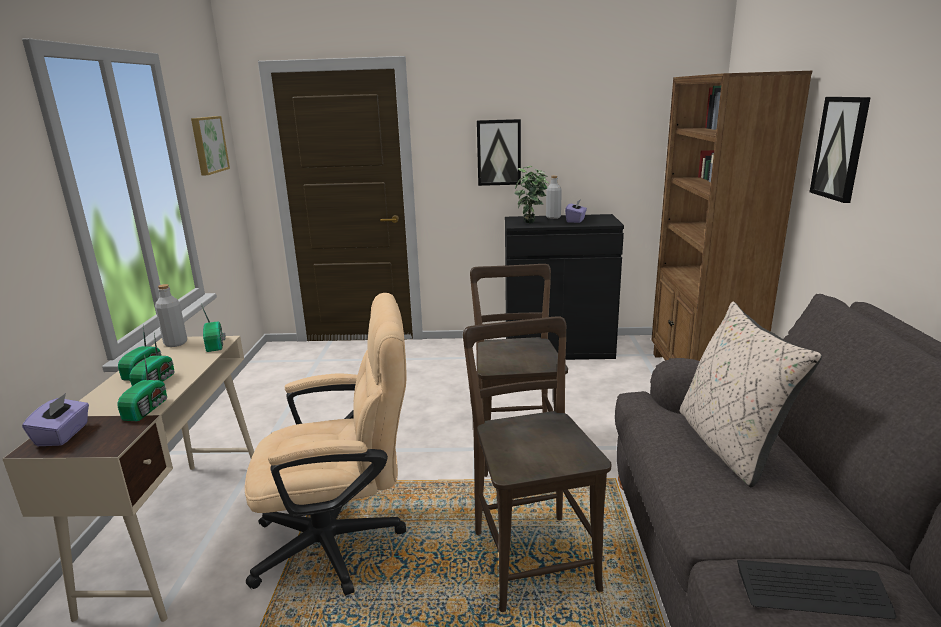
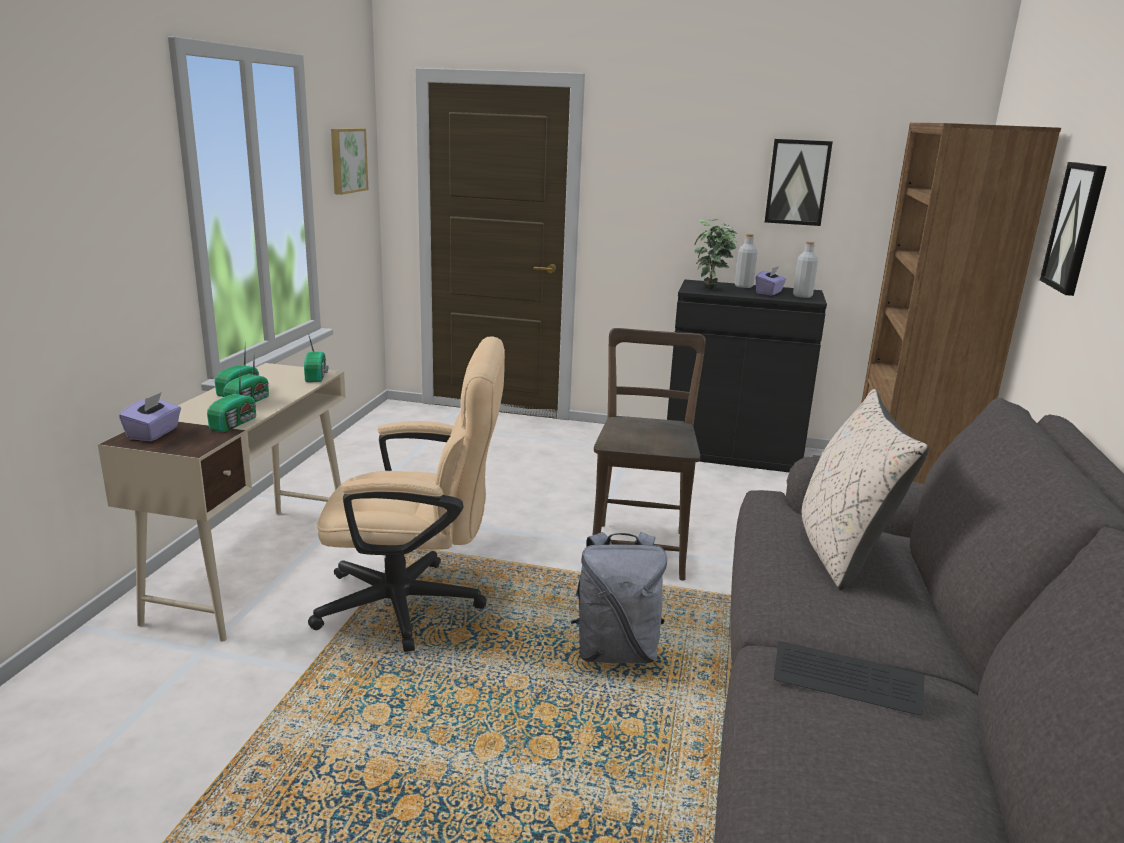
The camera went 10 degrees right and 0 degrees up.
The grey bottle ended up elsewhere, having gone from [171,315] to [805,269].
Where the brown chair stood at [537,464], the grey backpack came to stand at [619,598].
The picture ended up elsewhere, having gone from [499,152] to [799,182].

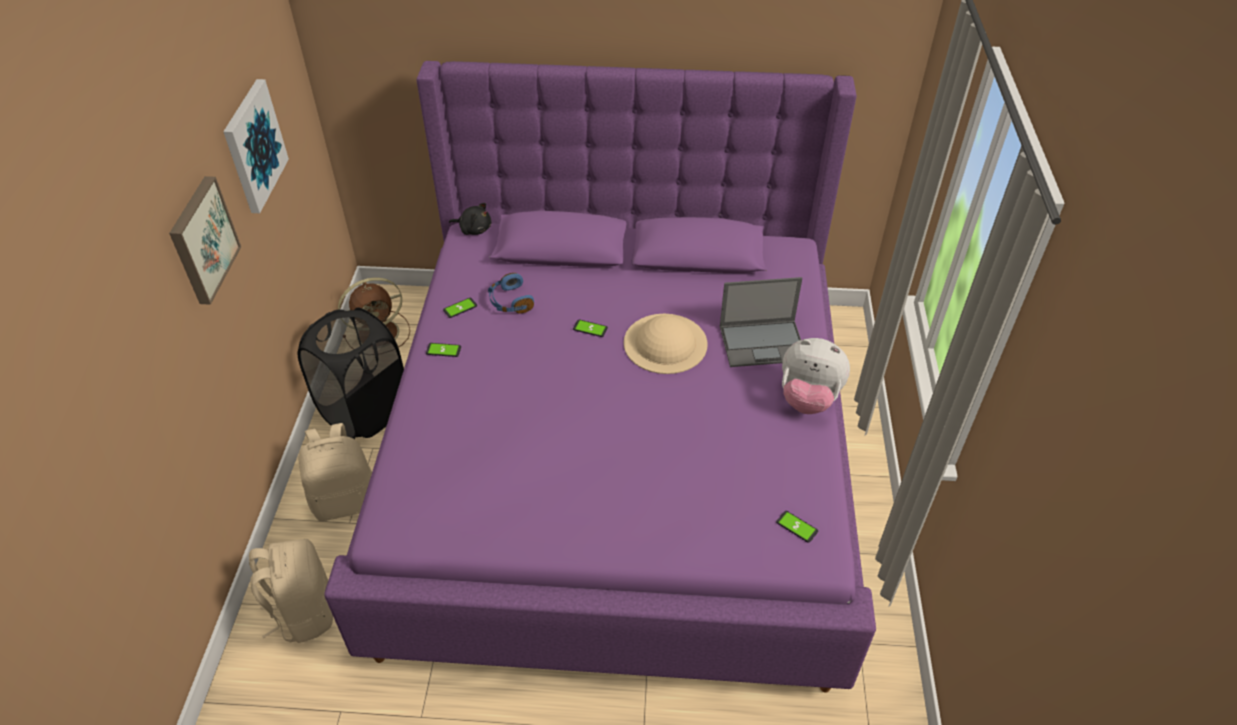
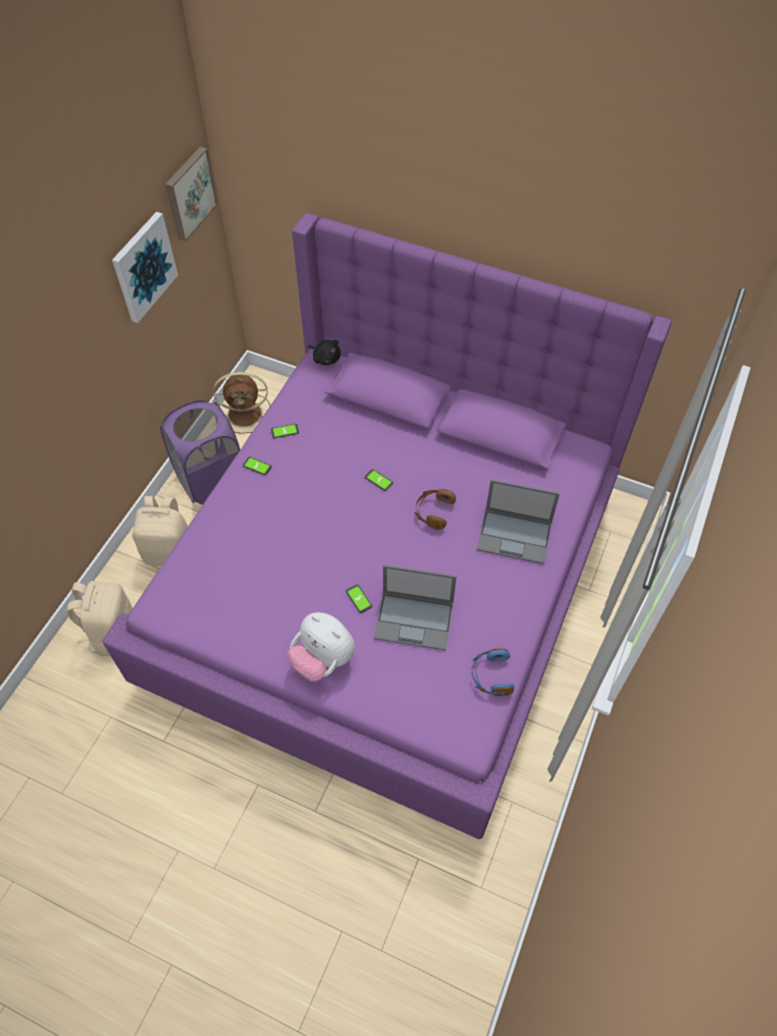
The camera went 20 degrees right and 10 degrees up.
The picture ended up elsewhere, having gone from [205,240] to [191,194].
What was the black laundry basket at [351,373] turned into the purple laundry basket at [200,452].
The blue headphones ended up elsewhere, having gone from [511,293] to [493,672].
Where the beige hat stood at [666,344], the brown headphones came to stand at [435,509].
The phone ended up elsewhere, having gone from [797,527] to [359,599].
The plush toy ended up elsewhere, having gone from [816,376] to [321,647].
The second view gained the laptop at [415,607].

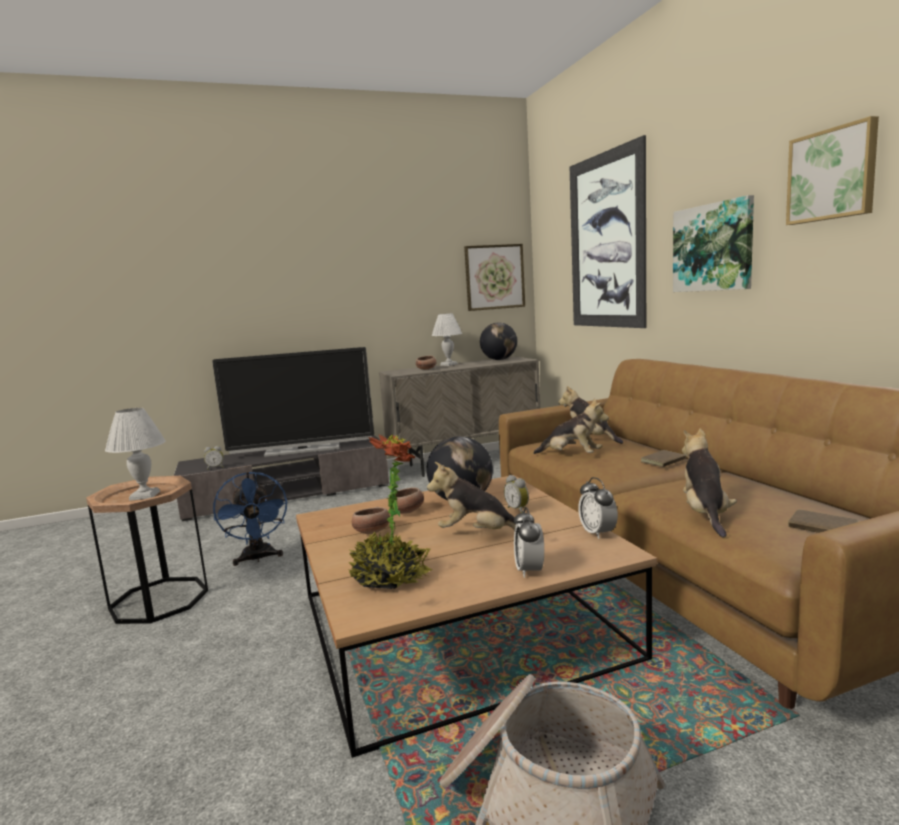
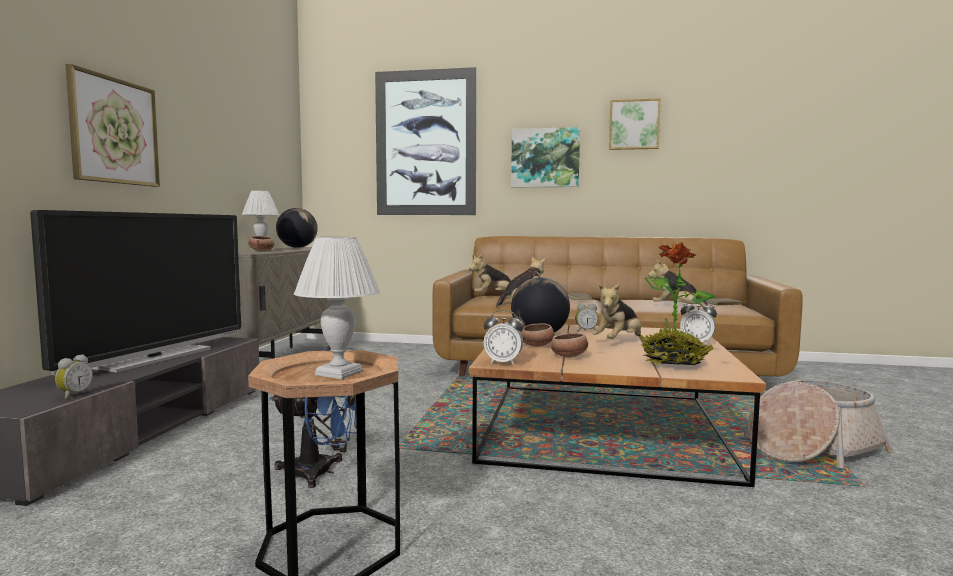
The camera went 60 degrees left and 5 degrees down.
The picture ended up elsewhere, having gone from [494,277] to [113,125].
The alarm clock ended up elsewhere, having gone from [598,508] to [503,337].

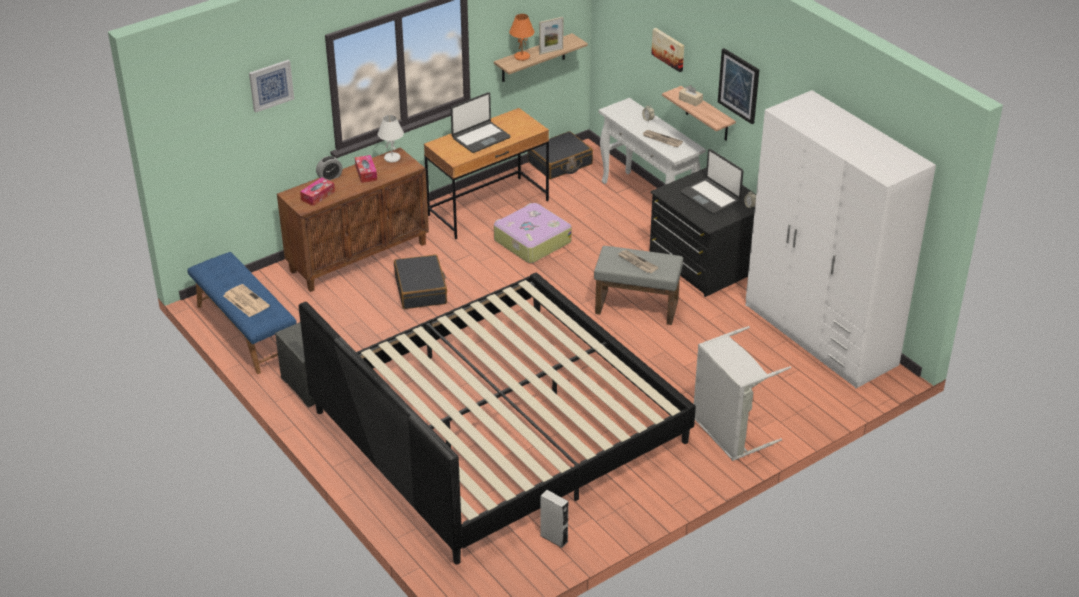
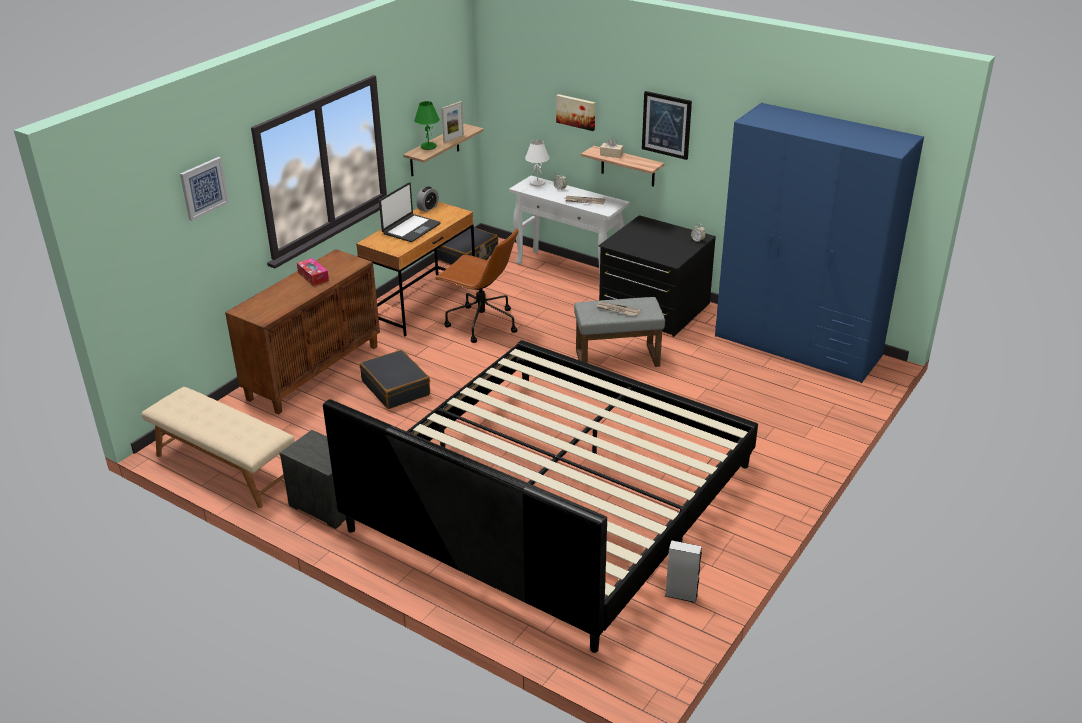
The camera went 20 degrees left and 5 degrees down.
What was the blue bench at [242,313] turned into the beige bench at [217,447].
The second view lost the newspaper at [246,300].
The second view lost the tissue box at [317,191].
The alarm clock ended up elsewhere, having gone from [329,168] to [427,199].
The white table lamp ended up elsewhere, having gone from [391,139] to [537,163].
Where the suitcase stood at [533,233], the brown office chair came to stand at [476,285].
What was the orange table lamp at [522,37] turned into the green table lamp at [427,125].
The second view lost the laptop at [712,181].
The second view lost the grey laundry basket at [742,393].
What was the white wardrobe at [841,239] turned into the blue wardrobe at [819,243].

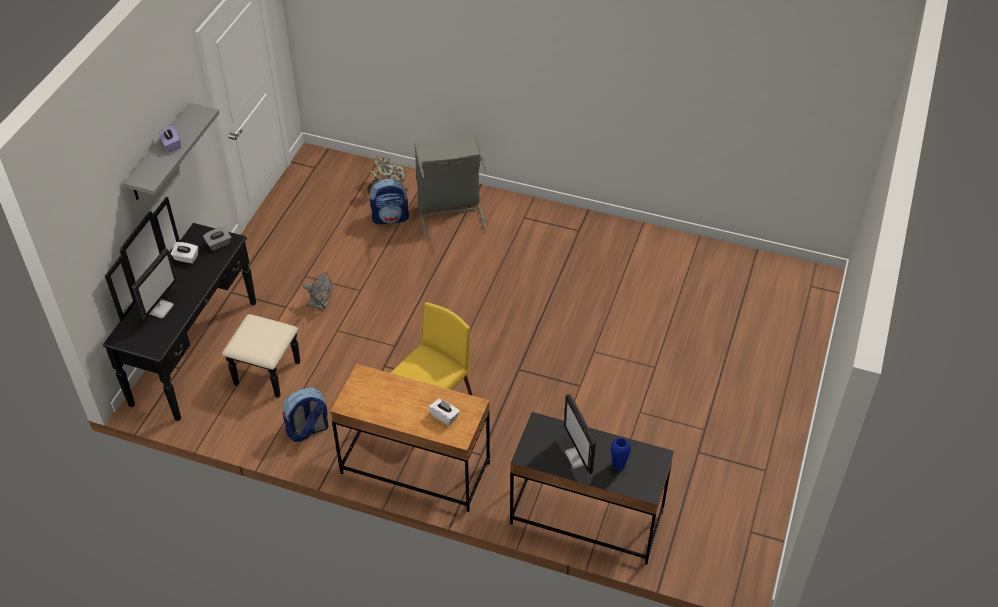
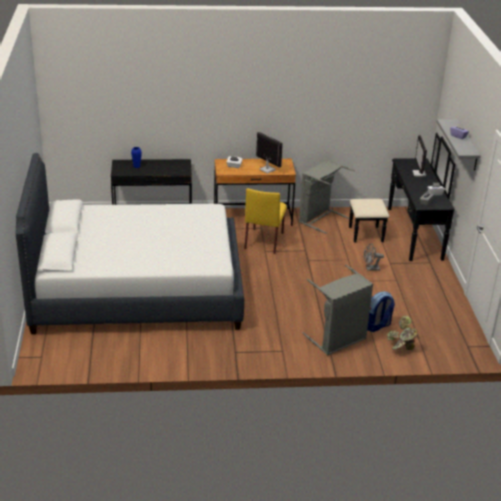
The camera went 155 degrees right and 15 degrees down.
Where the backpack stood at [305,414], the grey laundry basket came to stand at [327,196].
The monitor ended up elsewhere, having gone from [580,434] to [269,152].
The second view gained the white bed at [130,243].

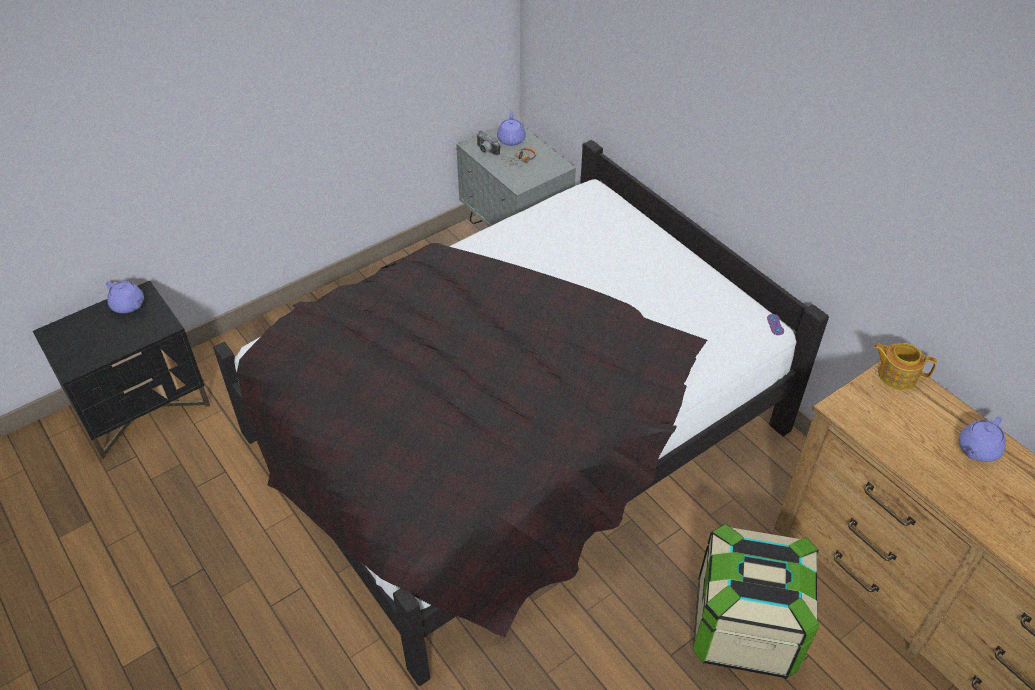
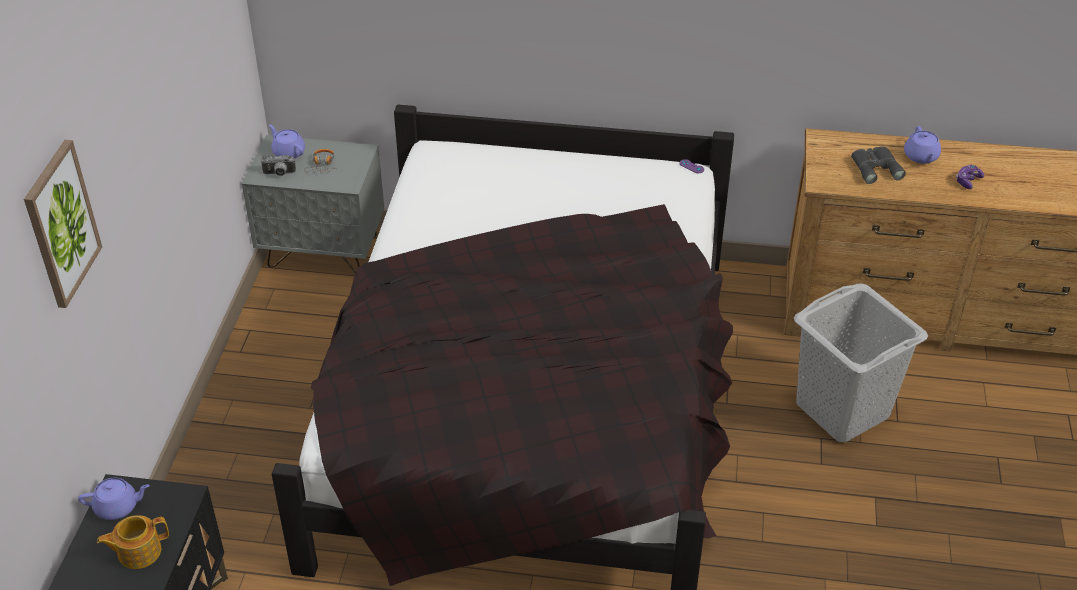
The camera went 45 degrees left and 5 degrees down.
Where the storage box stood at [755,601], the grey laundry basket came to stand at [861,363].
The teapot ended up elsewhere, having gone from [905,366] to [133,542].
The second view gained the picture at [63,224].
The second view gained the grey binoculars at [878,165].
The second view gained the game controller at [970,177].

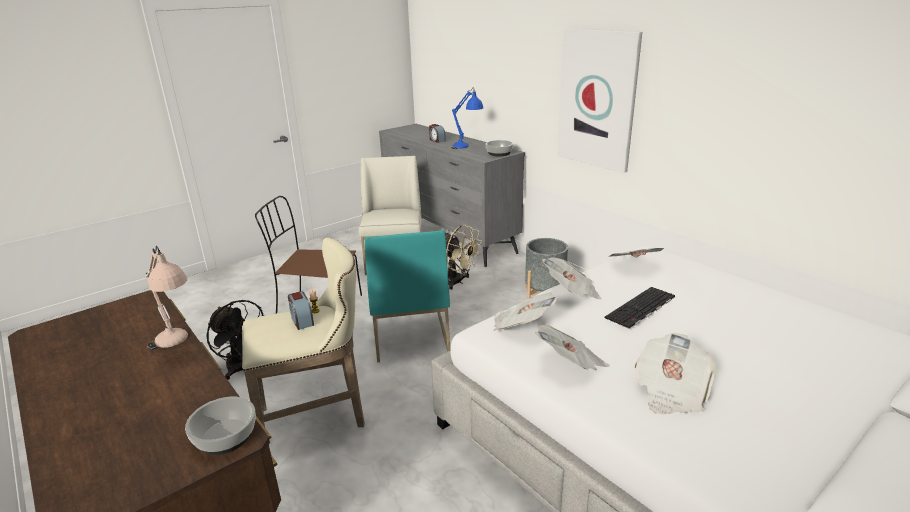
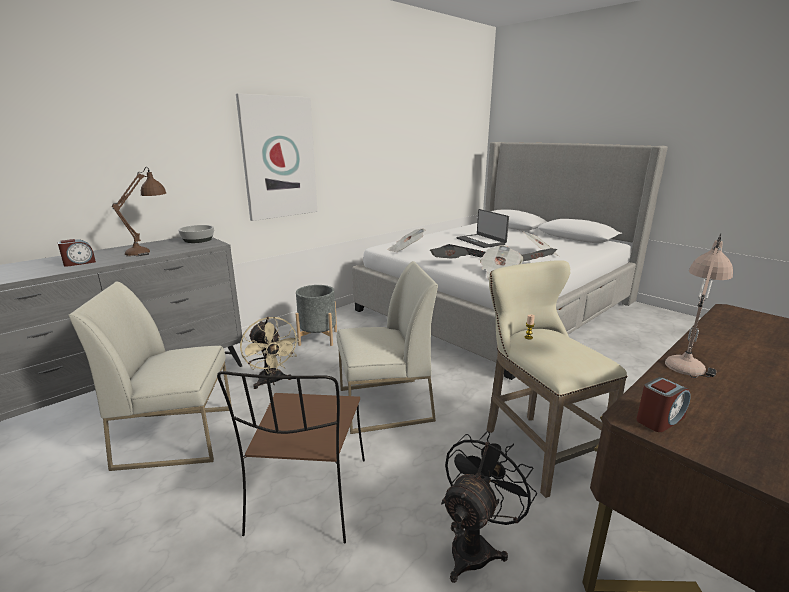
The camera went 95 degrees left and 5 degrees down.
The second view lost the bowl at [220,426].
The alarm clock ended up elsewhere, having gone from [301,310] to [664,404].
What was the turquoise chair at [407,296] turned into the white chair at [387,347].
The beige fan at [463,257] ended up facing another way, 120 degrees clockwise from before.
What was the blue table lamp at [467,118] turned into the brown table lamp at [139,212].
The second view gained the laptop at [482,228].

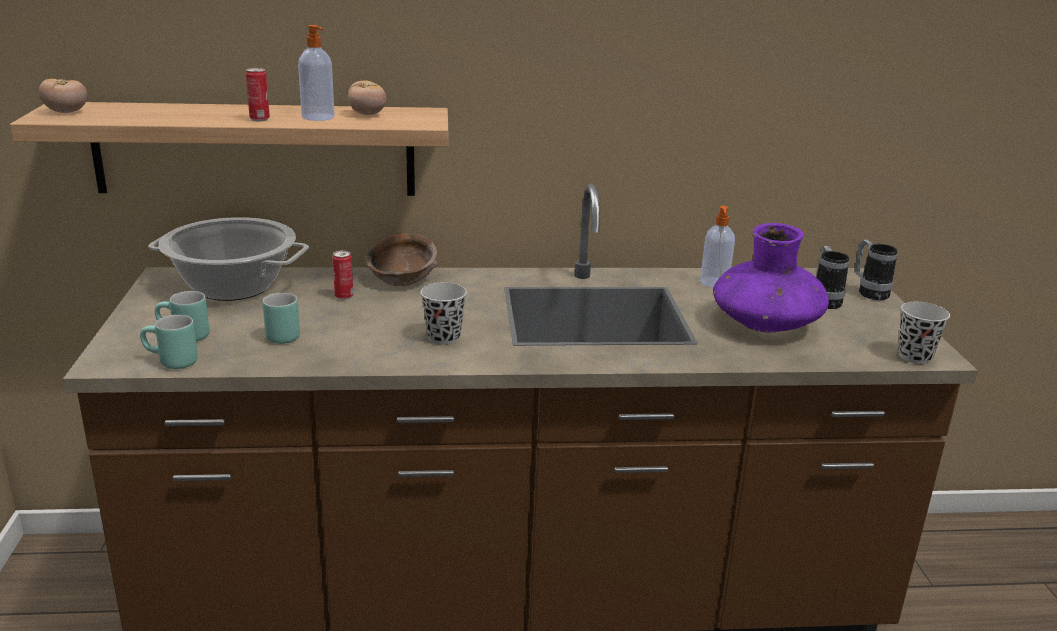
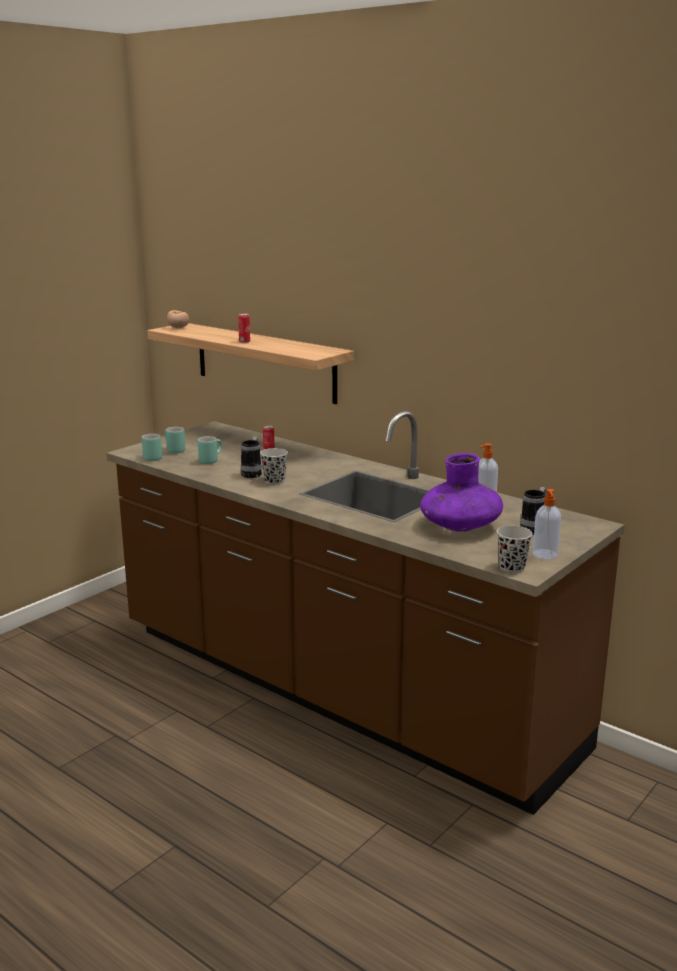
The camera went 45 degrees right and 5 degrees down.
The second view lost the cooking pot at [228,259].
The soap dispenser ended up elsewhere, having gone from [316,73] to [547,524].
The second view lost the tomato at [367,97].
The second view lost the brown bowl at [401,260].
The mug ended up elsewhere, having gone from [876,269] to [251,457].

